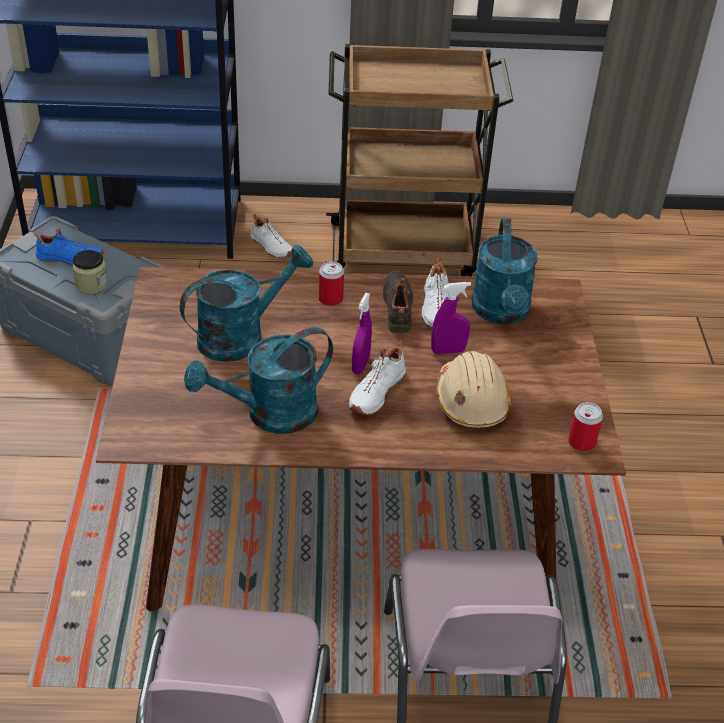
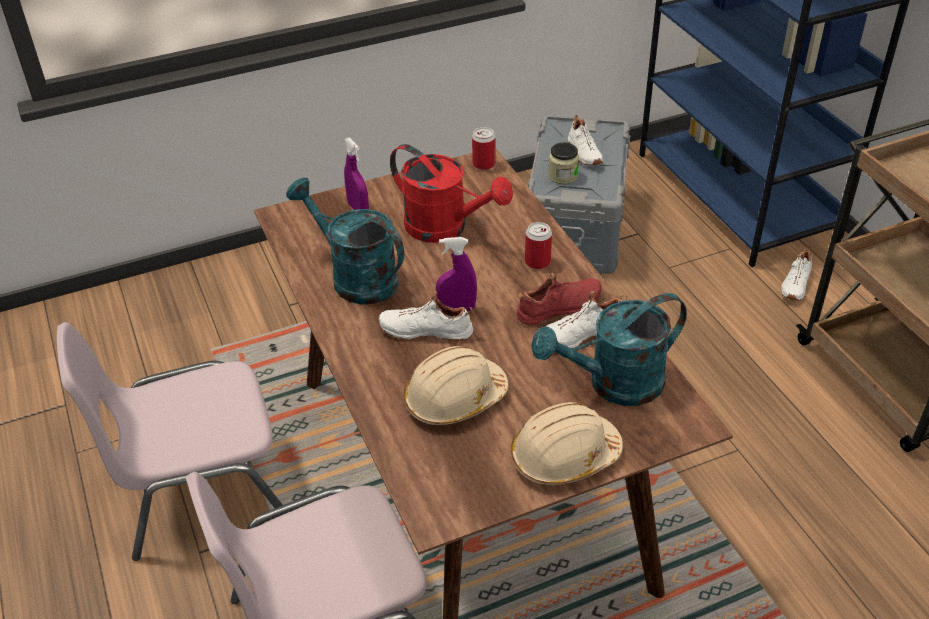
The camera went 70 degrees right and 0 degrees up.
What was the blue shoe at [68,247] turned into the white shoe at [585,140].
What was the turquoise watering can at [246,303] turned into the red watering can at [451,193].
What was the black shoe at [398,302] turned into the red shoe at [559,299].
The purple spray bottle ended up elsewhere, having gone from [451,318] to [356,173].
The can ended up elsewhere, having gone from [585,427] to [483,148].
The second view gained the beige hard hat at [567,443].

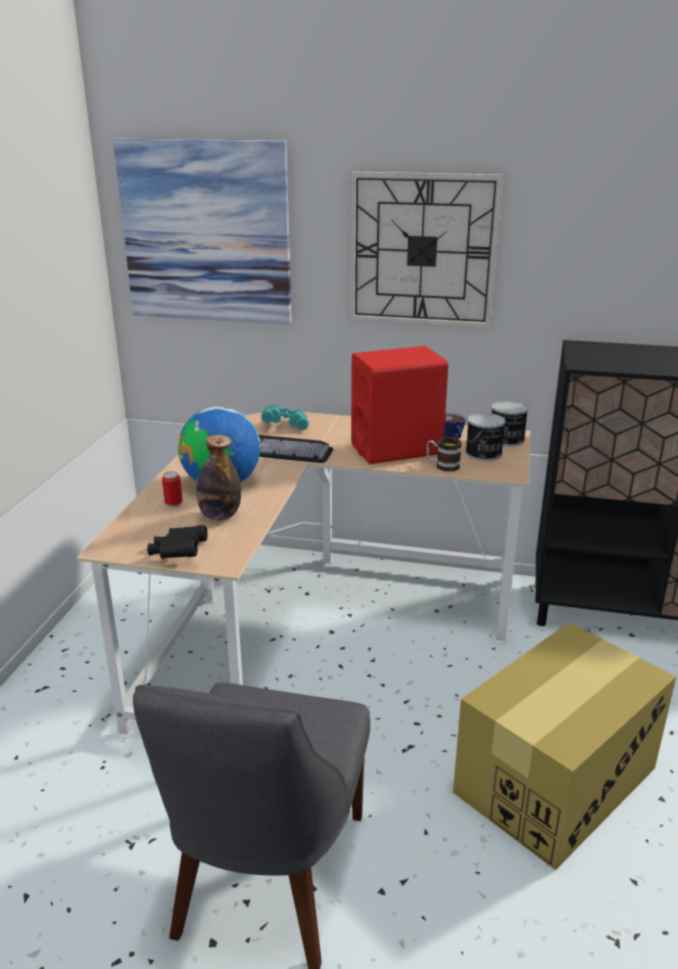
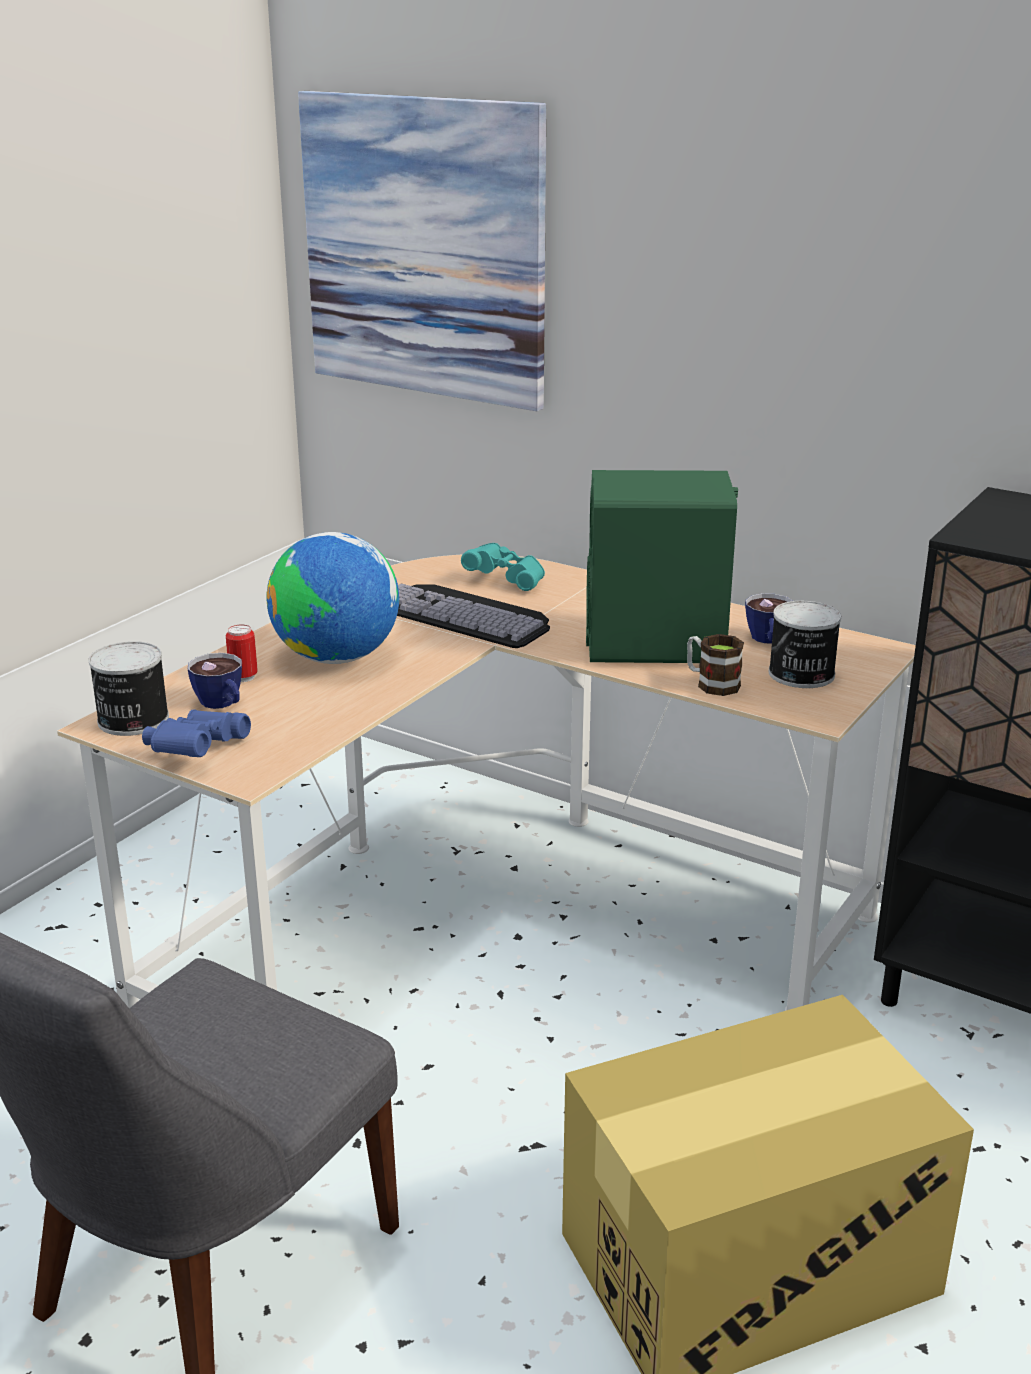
The camera went 20 degrees right and 0 degrees up.
What was the black binoculars at [177,542] turned into the blue binoculars at [196,733].
The second view lost the bottle at [218,478].
The second view lost the wall clock at [426,249].
What was the red speaker at [399,405] turned into the green speaker at [662,566].
The can ended up elsewhere, having gone from [510,423] to [129,688].
The second view gained the cup at [215,681].

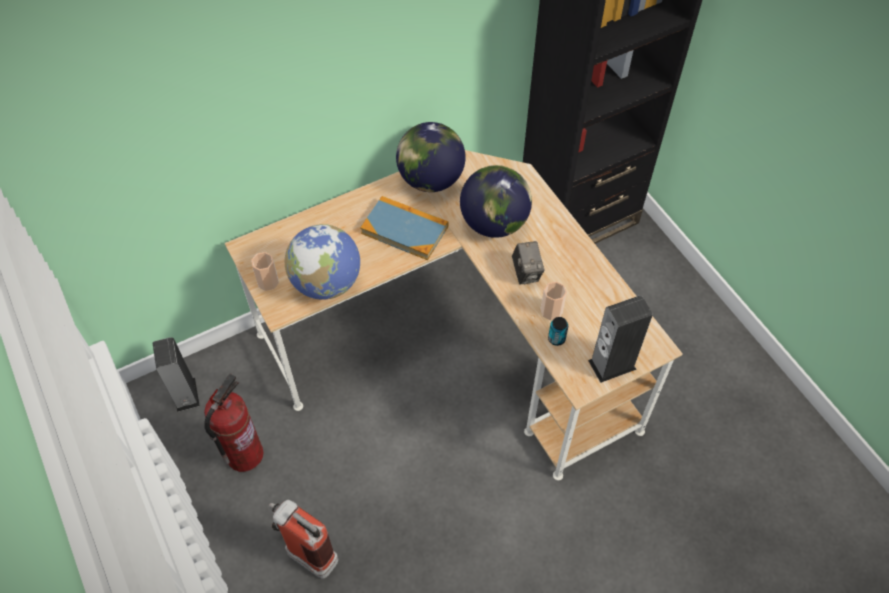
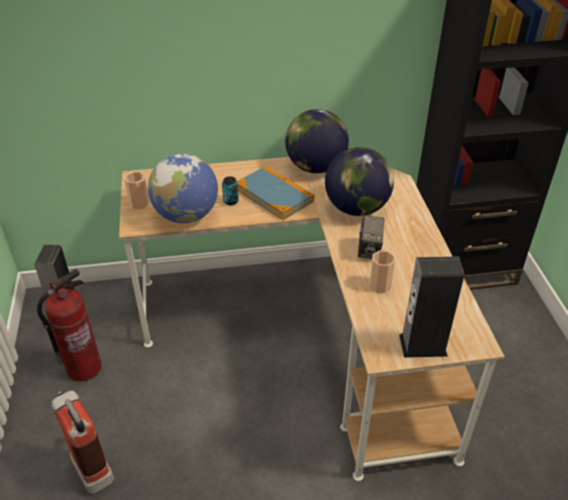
The camera went 20 degrees right and 15 degrees down.
The can ended up elsewhere, having gone from [558,331] to [230,190].

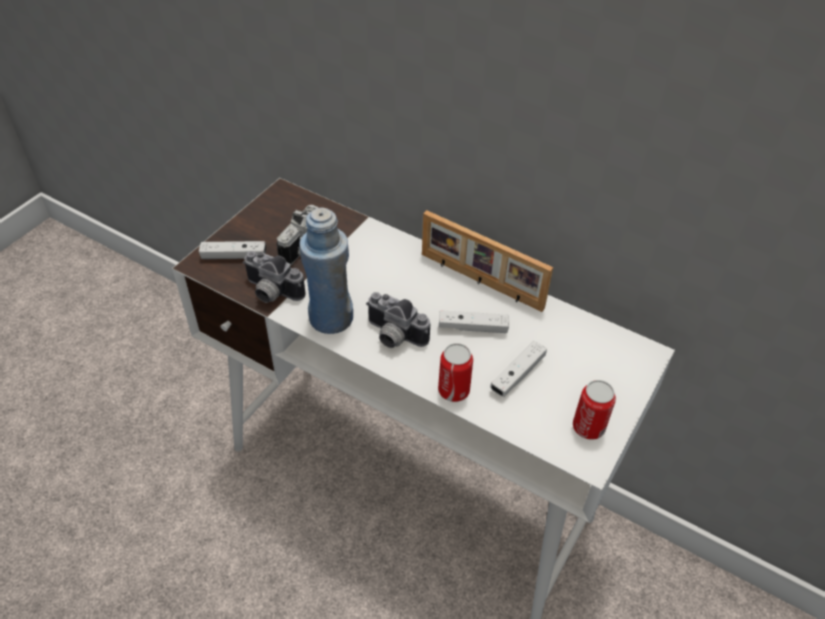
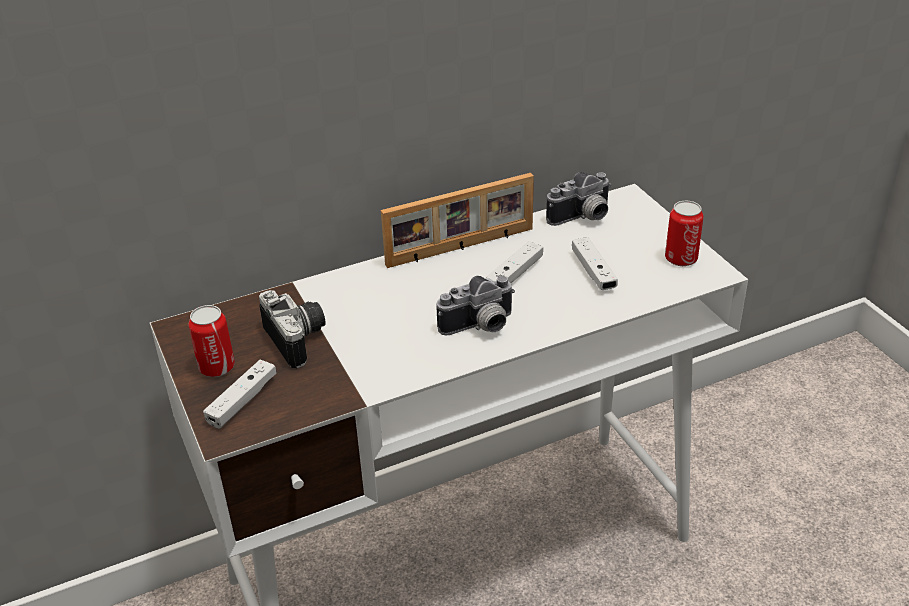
The camera went 55 degrees left and 10 degrees down.
The photo camera ended up elsewhere, having gone from [274,277] to [578,199].
The second view lost the blue bottle at [326,271].
The can ended up elsewhere, having gone from [455,372] to [211,341].

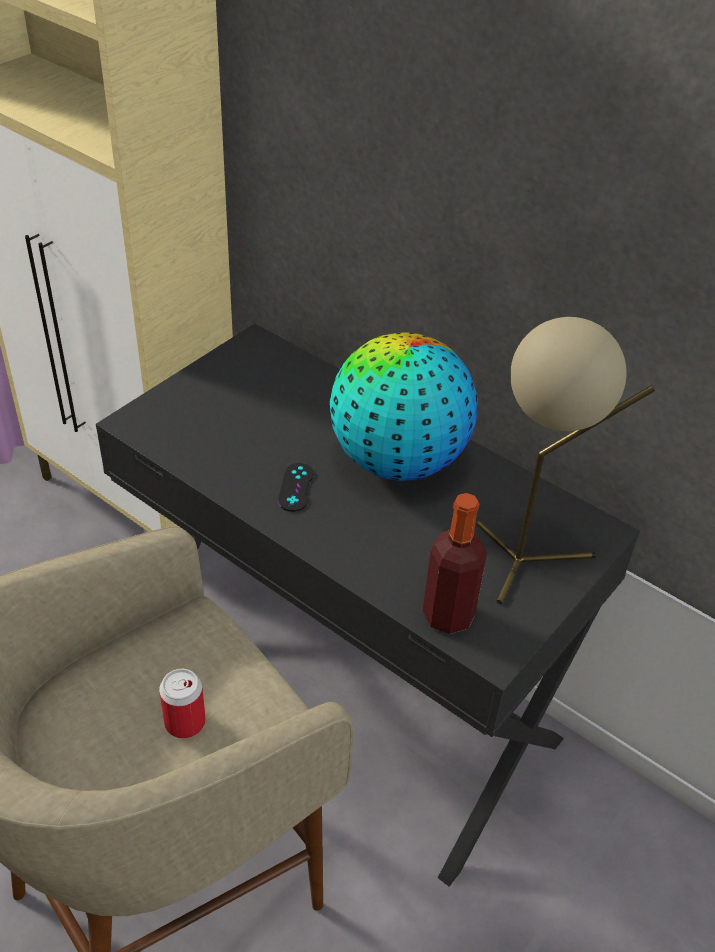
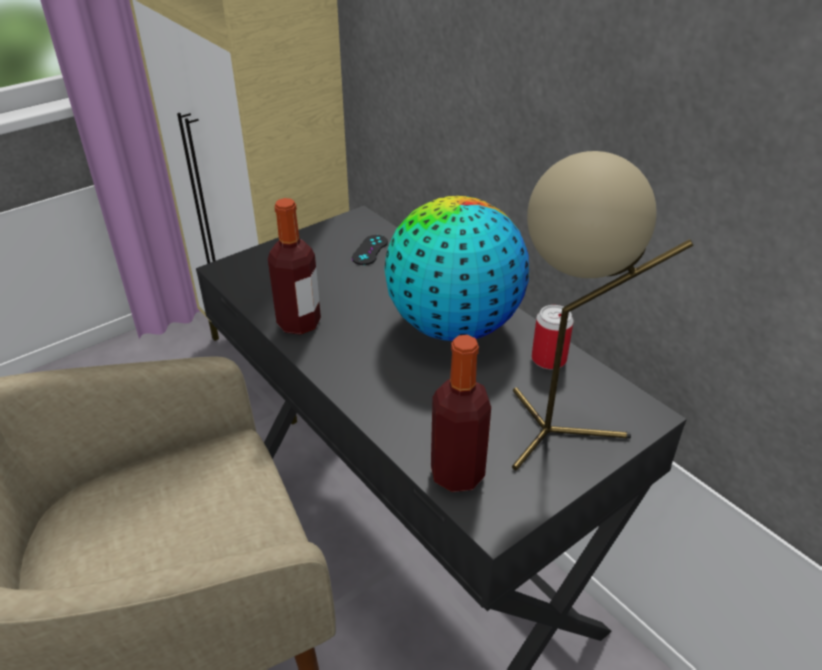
The camera went 15 degrees right and 5 degrees down.
The can ended up elsewhere, having gone from [182,703] to [553,337].
The black game controller ended up elsewhere, having gone from [296,487] to [370,250].
The second view gained the bottle at [294,266].

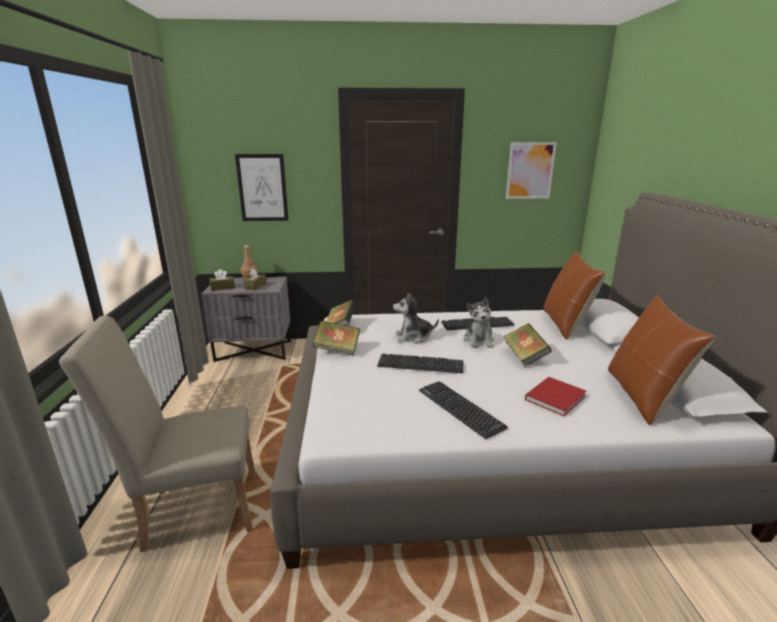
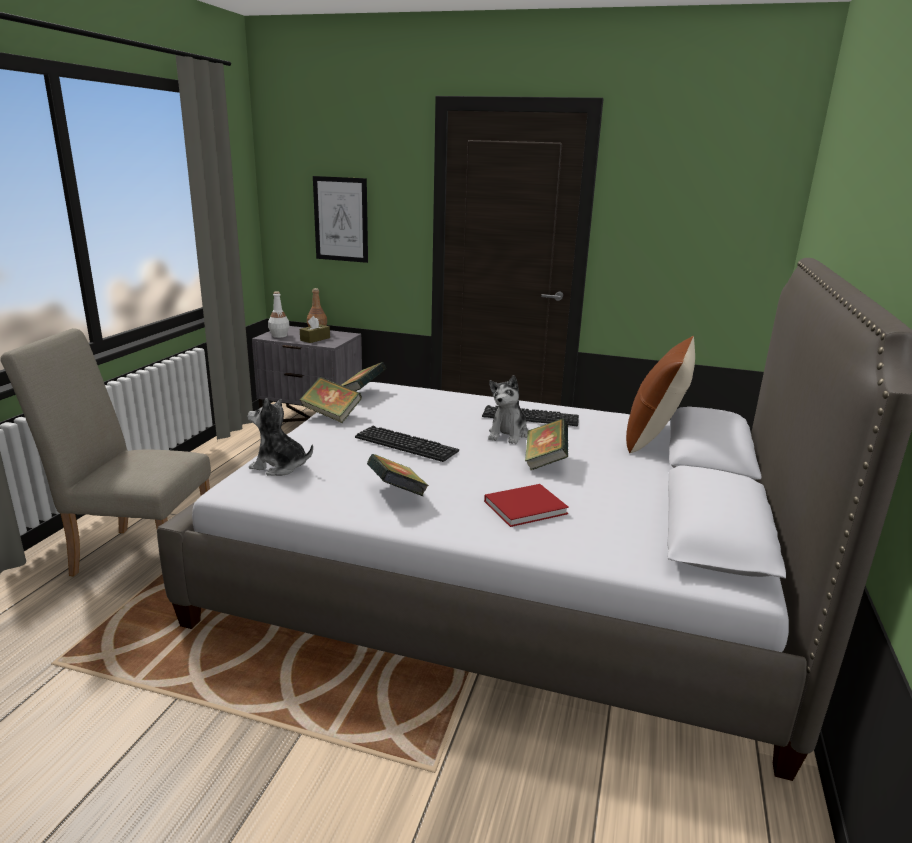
The camera went 20 degrees right and 0 degrees up.
Where the brown tissue box stood at [222,280], the white bottle came to stand at [278,314].
The plush toy ended up elsewhere, having gone from [416,318] to [280,437].
Where the keyboard stood at [463,410], the book came to stand at [398,475].
The second view lost the picture at [531,170].
The second view lost the brown pillow at [661,360].

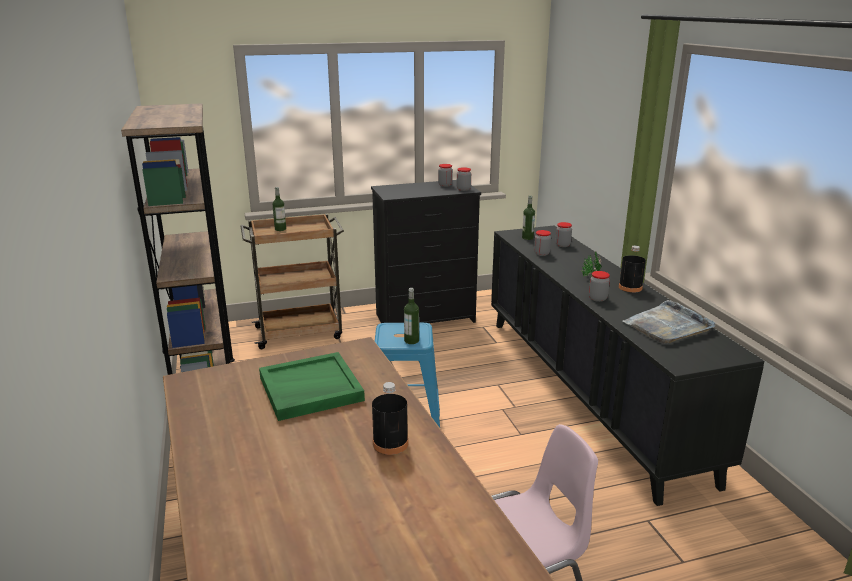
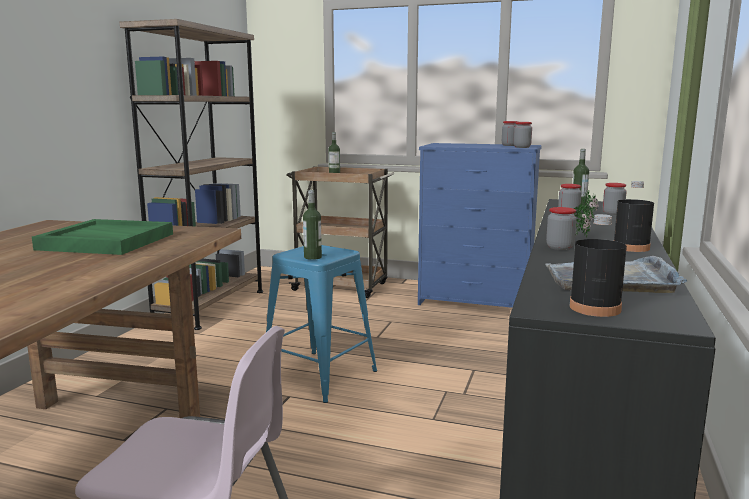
The camera went 35 degrees right and 10 degrees down.
What was the black dresser at [426,251] turned into the blue dresser at [480,225].
The black bottle ended up elsewhere, having gone from [390,418] to [598,265].

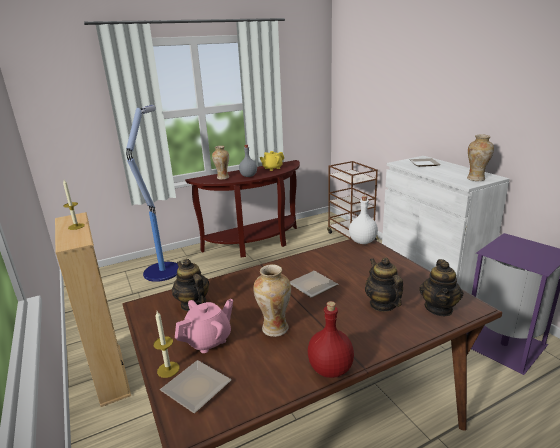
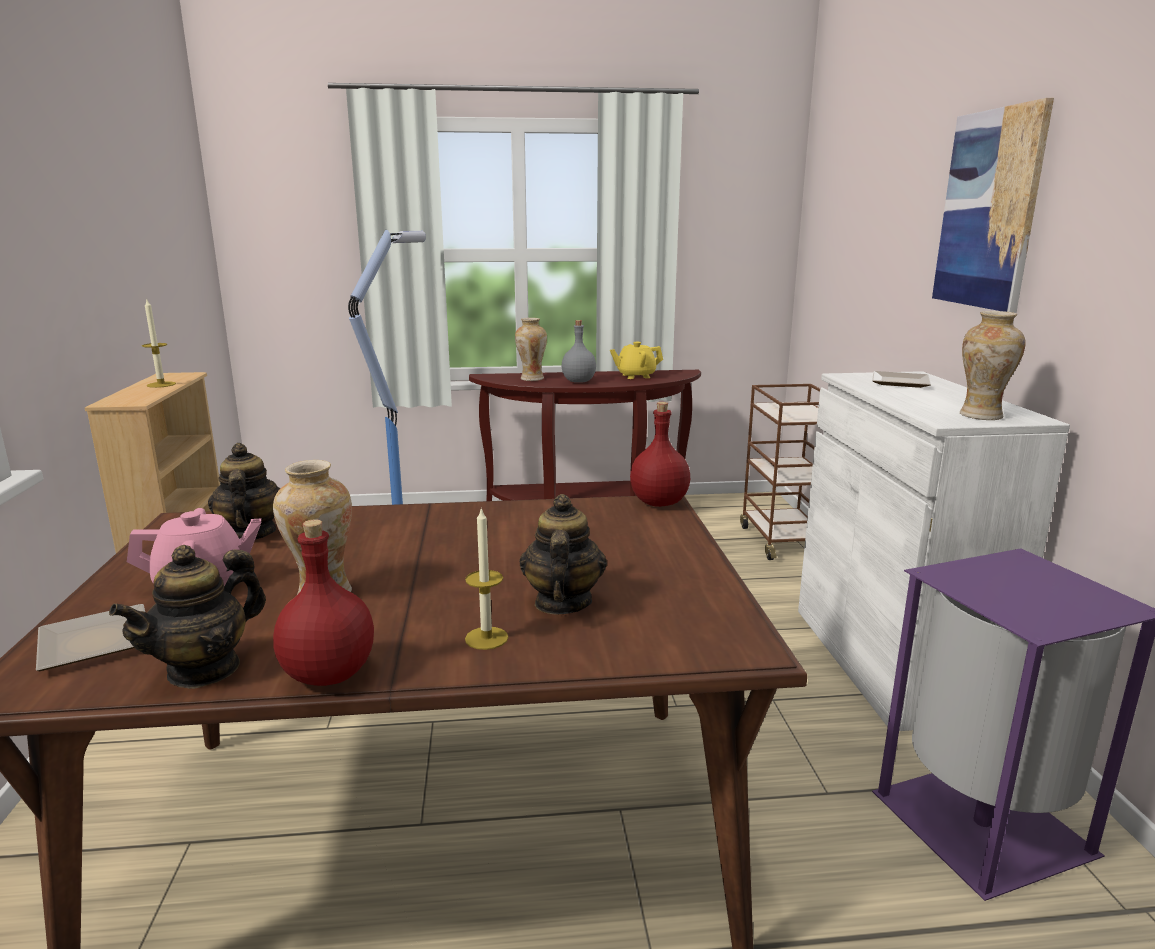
The camera went 20 degrees right and 5 degrees down.
The candle ended up elsewhere, having gone from [166,344] to [486,579].
The second view lost the plate at [314,284].
What was the white bottle at [363,220] turned into the red bottle at [660,454].
The teapot ended up elsewhere, having gone from [441,287] to [187,617].
The second view gained the picture at [993,205].

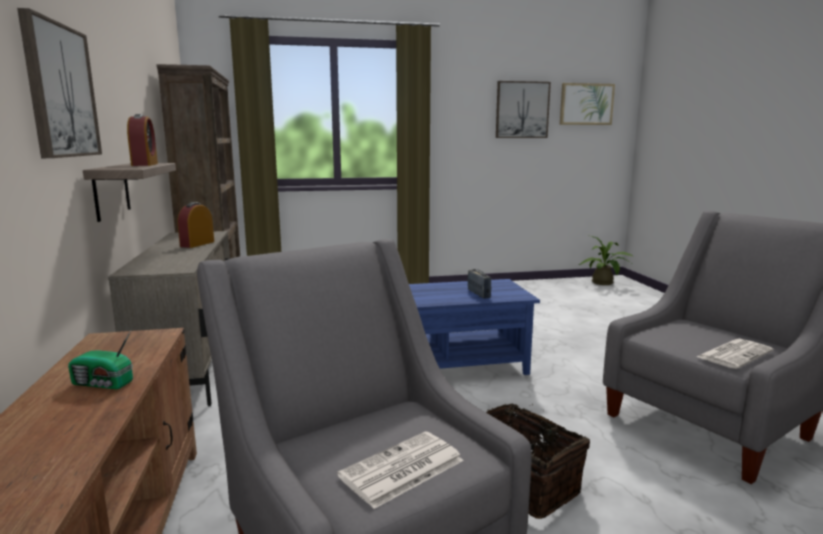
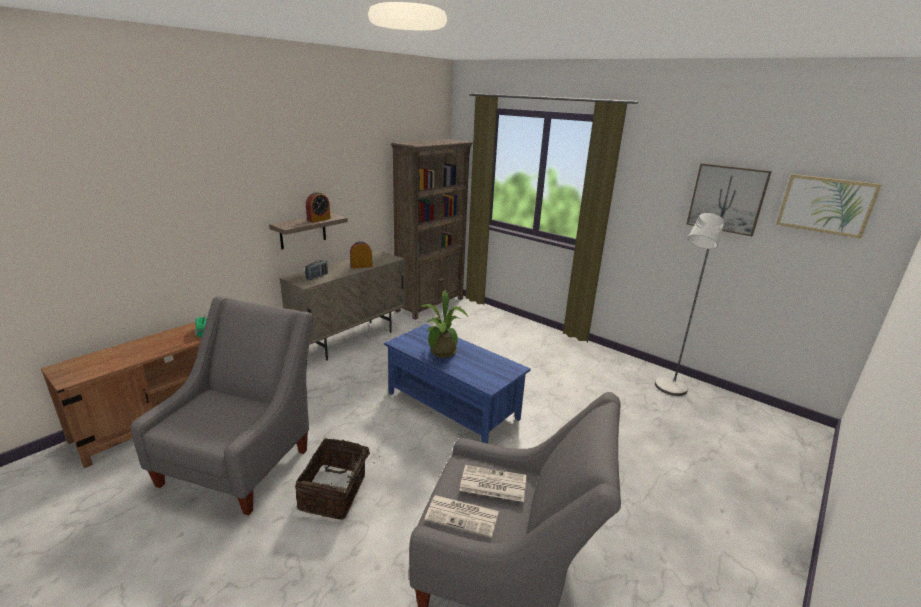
The camera went 50 degrees right and 10 degrees up.
The second view lost the picture at [59,83].
The newspaper ended up elsewhere, having gone from [400,470] to [492,483].
The radio ended up elsewhere, having gone from [479,283] to [316,270].
The potted plant ended up elsewhere, having gone from [606,260] to [444,324].
The second view gained the grey floor lamp at [689,304].

